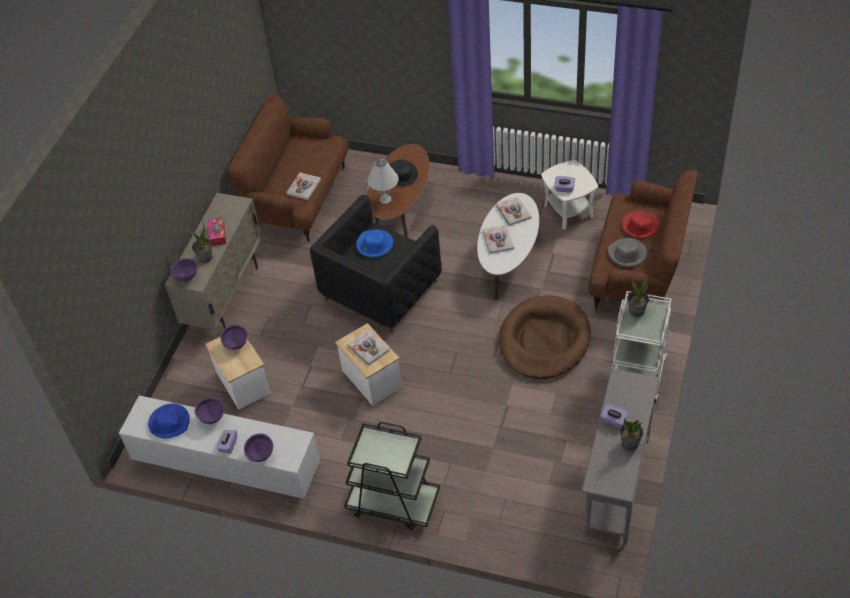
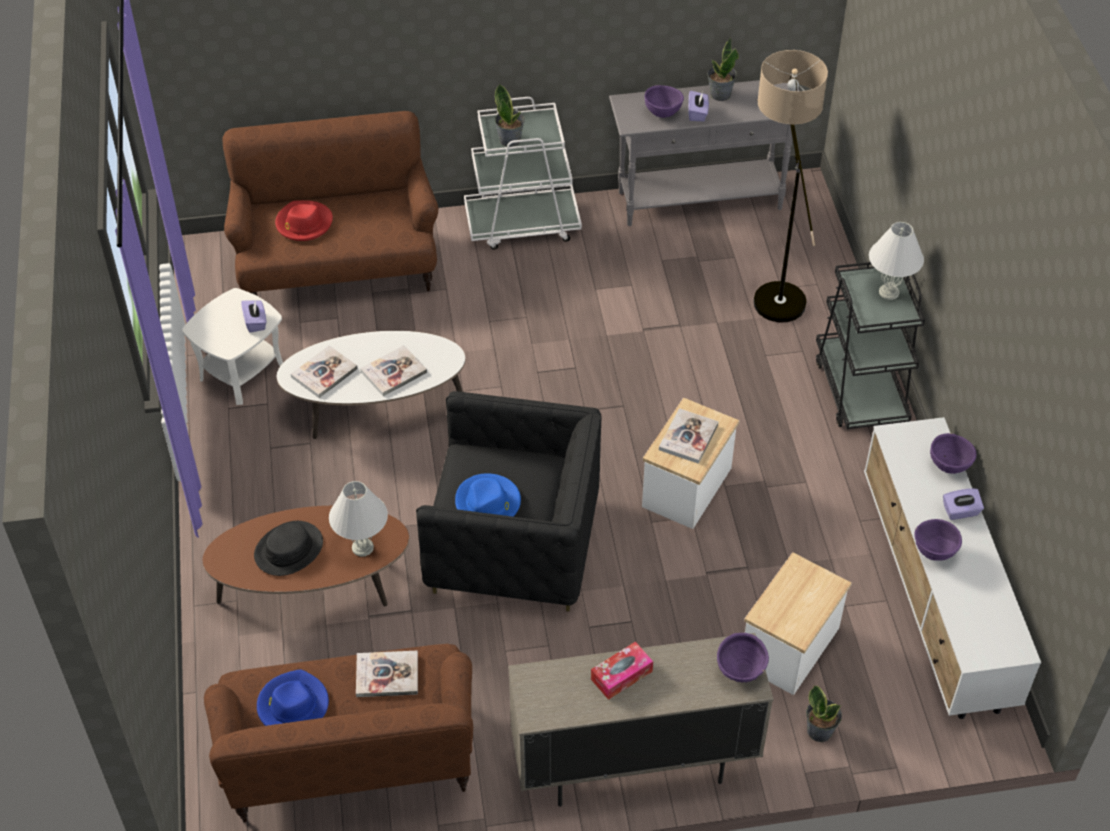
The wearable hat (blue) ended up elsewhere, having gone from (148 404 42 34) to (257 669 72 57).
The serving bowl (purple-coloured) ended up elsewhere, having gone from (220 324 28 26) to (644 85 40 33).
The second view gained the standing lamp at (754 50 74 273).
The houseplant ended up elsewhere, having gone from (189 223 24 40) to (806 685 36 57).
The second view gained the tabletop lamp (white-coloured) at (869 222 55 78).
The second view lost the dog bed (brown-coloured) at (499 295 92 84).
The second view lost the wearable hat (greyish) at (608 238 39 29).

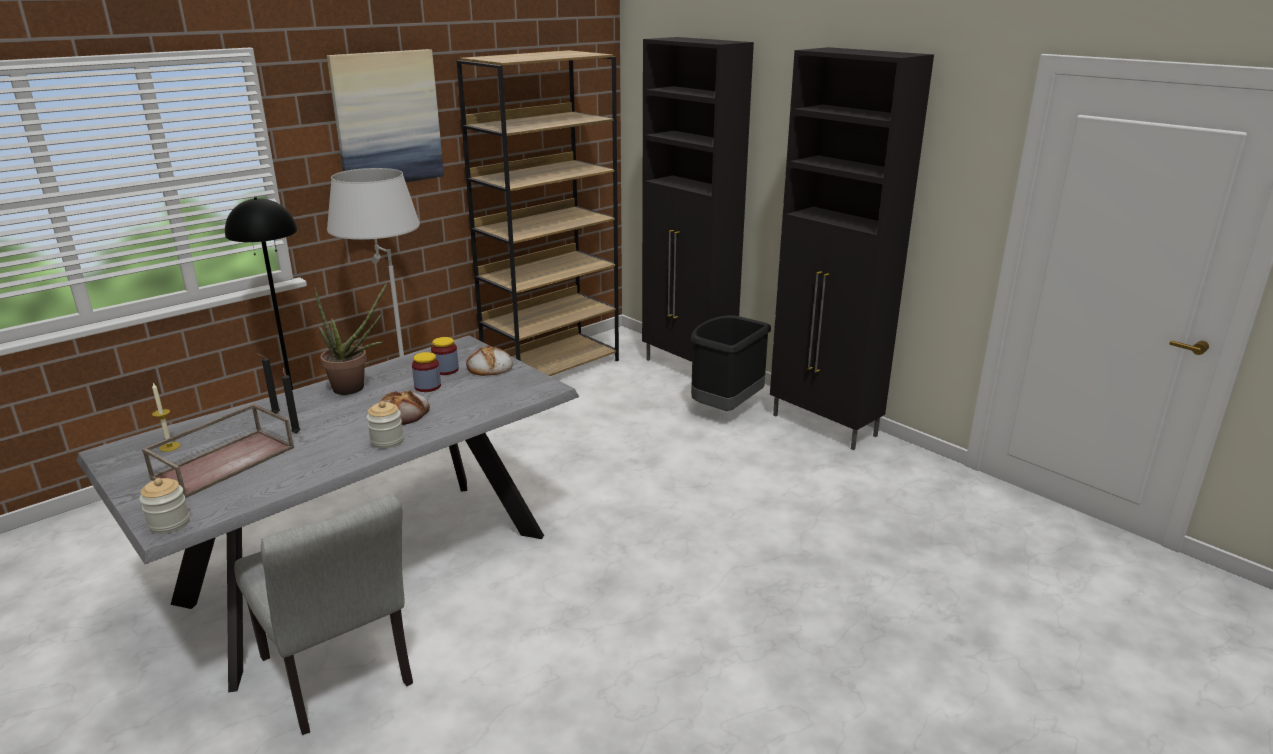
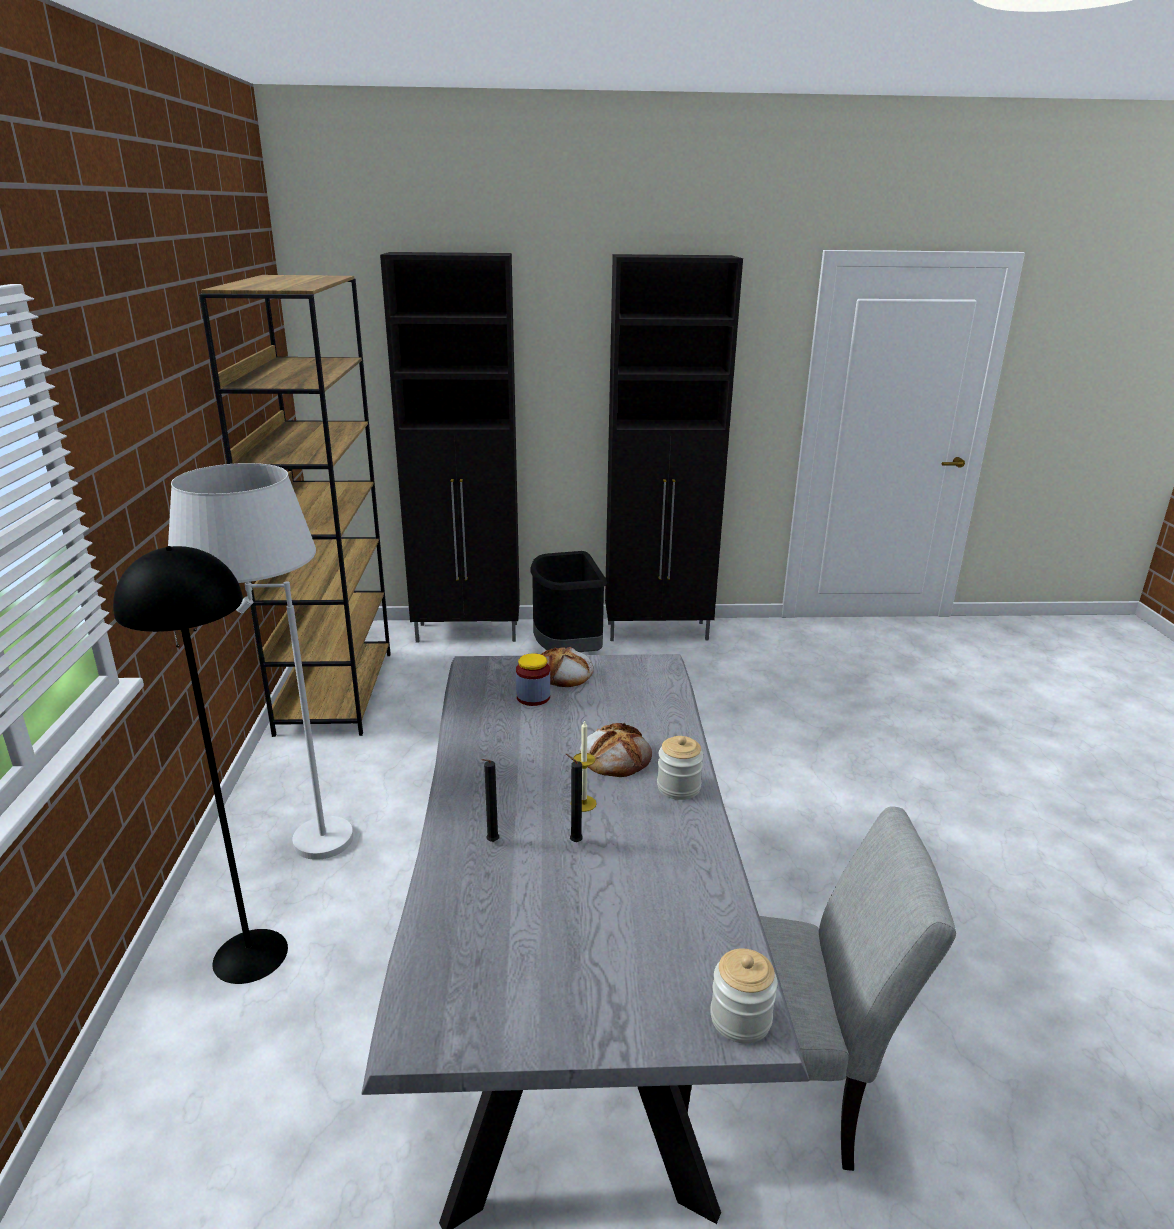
The wax candle ended up elsewhere, having gone from (152 383 29 69) to (573 720 24 92).
The second view lost the carrying tray (brown-coloured) at (142 404 152 94).
The second view lost the houseplant at (314 282 74 113).
The second view lost the wall picture at (327 49 117 133).
The second view lost the jar at (412 352 29 40).

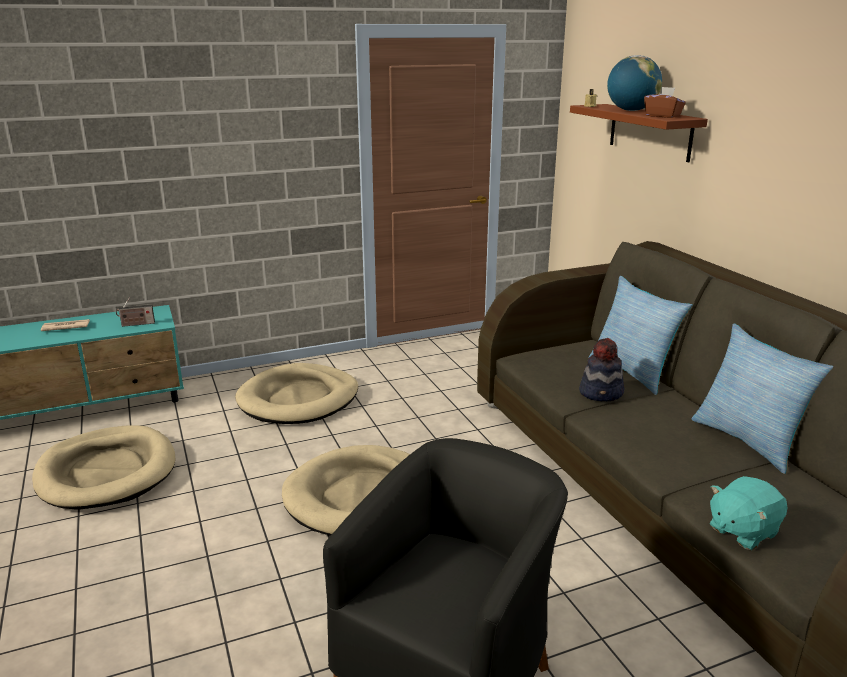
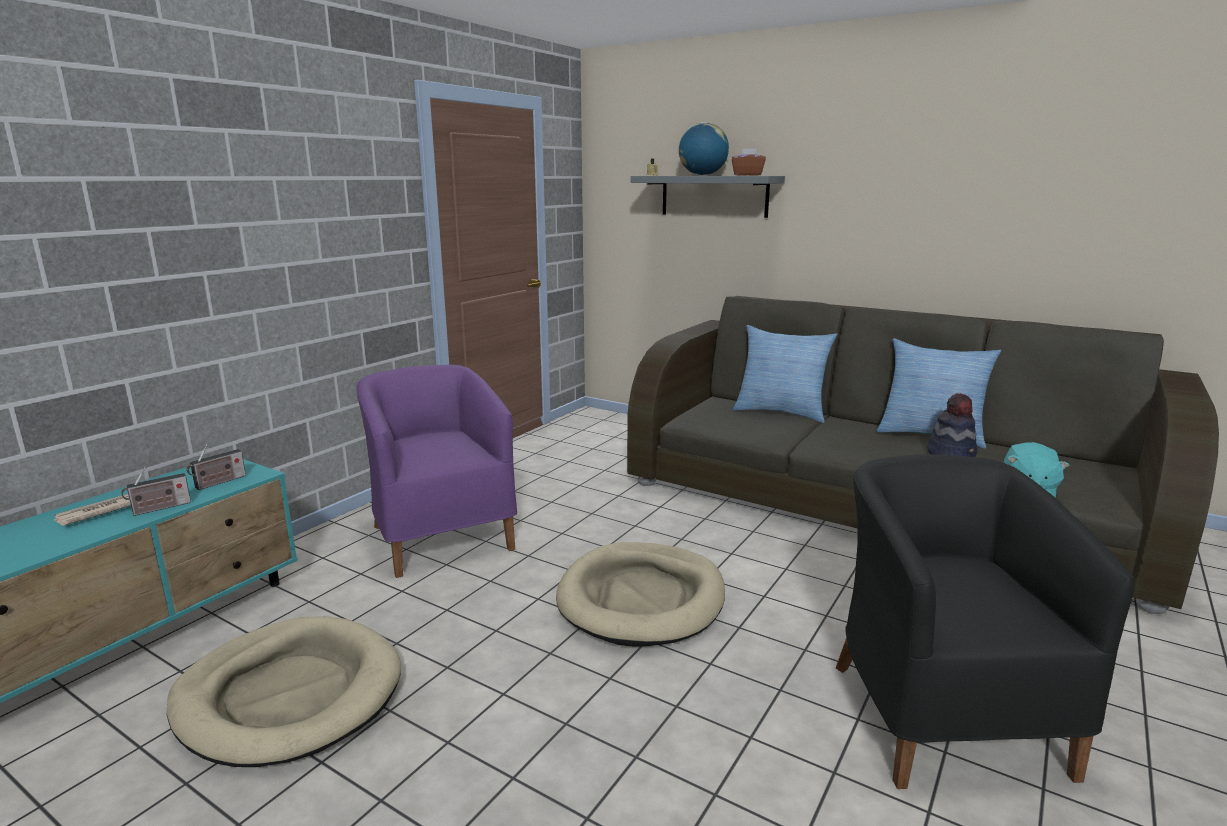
The second view gained the radio receiver at (121 467 70 49).
Where the dog bed (beige-coloured) stood at (235 363 123 61), the easy chair (purple-coloured) came to stand at (356 365 161 213).
What was the bracket shelf (brown-coloured) at (570 104 138 58) turned into the bracket shelf (greyish) at (631 176 154 42).
The wearable hat ended up elsewhere, having gone from (579 338 45 63) to (927 393 51 64).

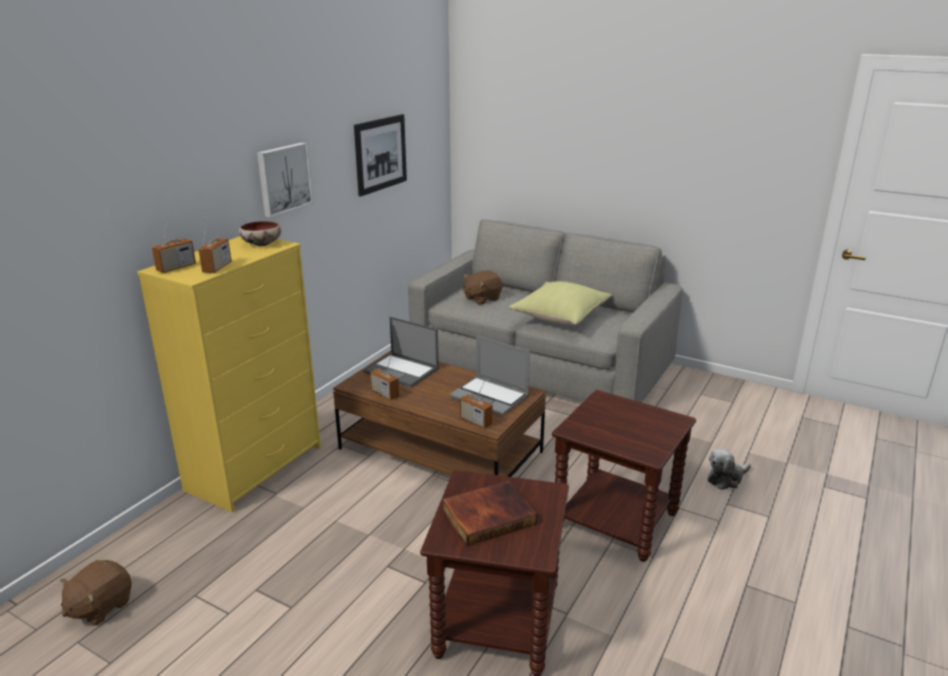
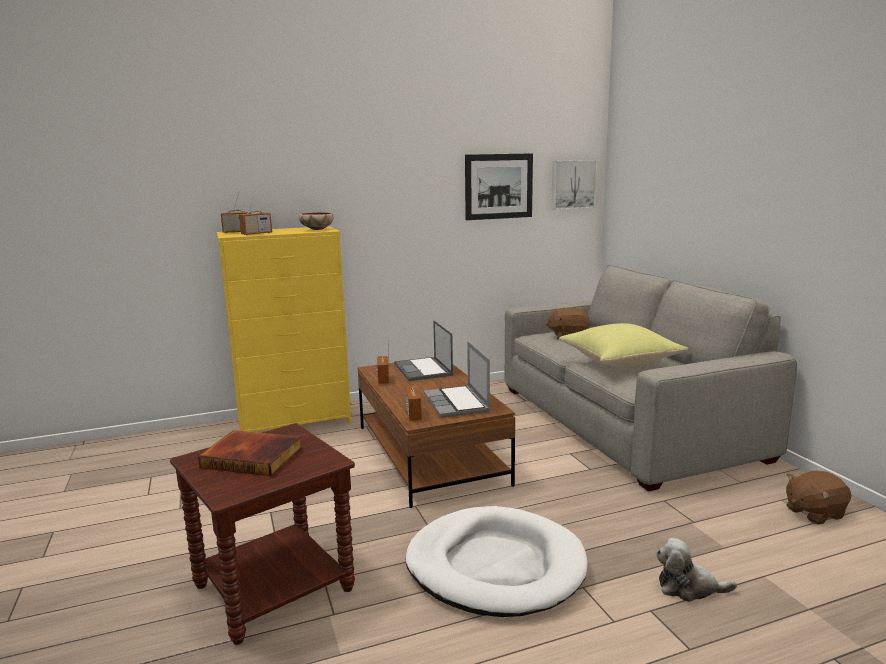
Where the end table (brown-coloured) stood at (552 390 144 172), the dog bed (white-coloured) came to stand at (405 506 183 111).
The wall picture ended up elsewhere, having gone from (257 142 56 75) to (552 160 45 50).
The soft toy (brown-coloured) ended up elsewhere, having gone from (60 560 72 66) to (786 471 65 54).

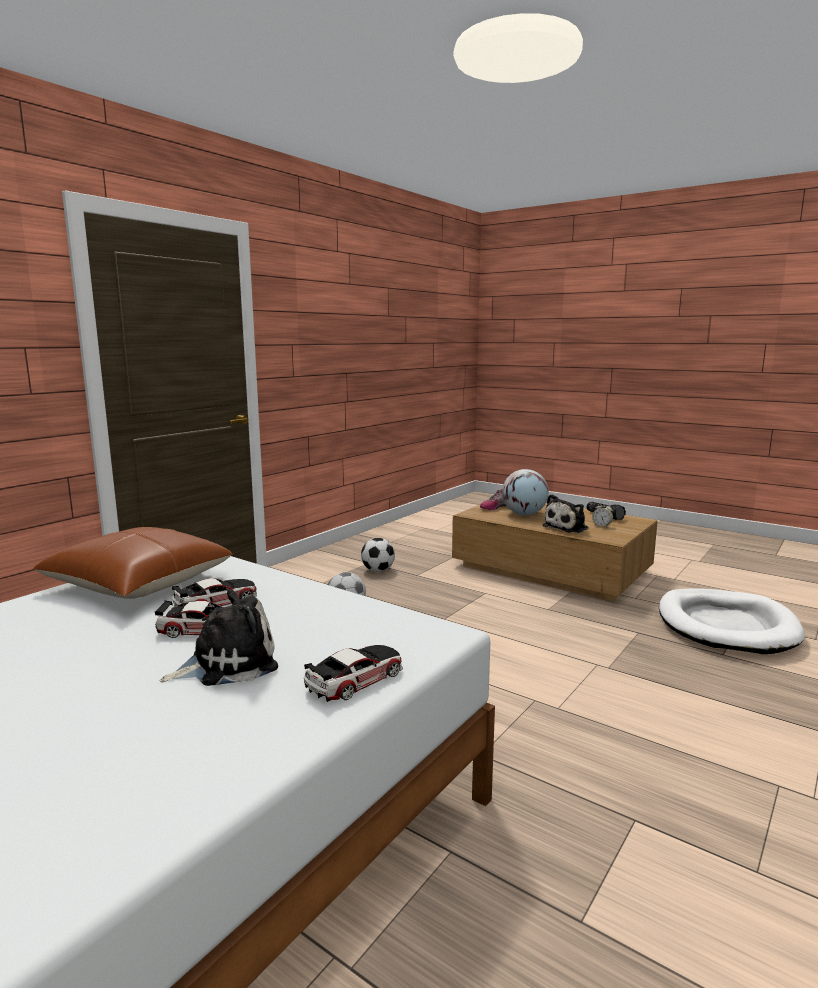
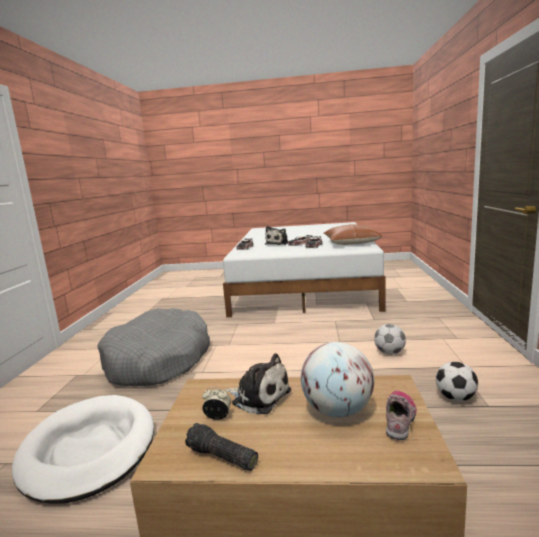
The second view gained the dog bed (greyish) at (98 308 112 78).
The soft toy at (542 494 47 39) ended up facing another way, 105 degrees clockwise from before.

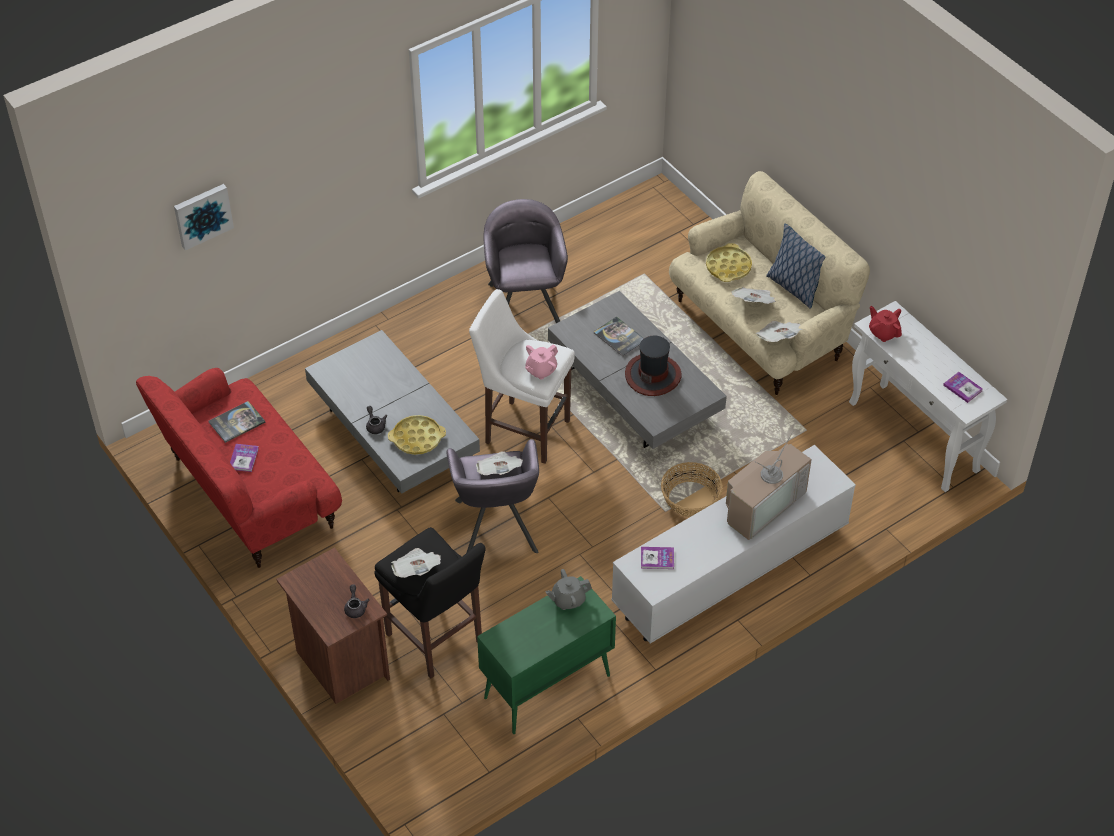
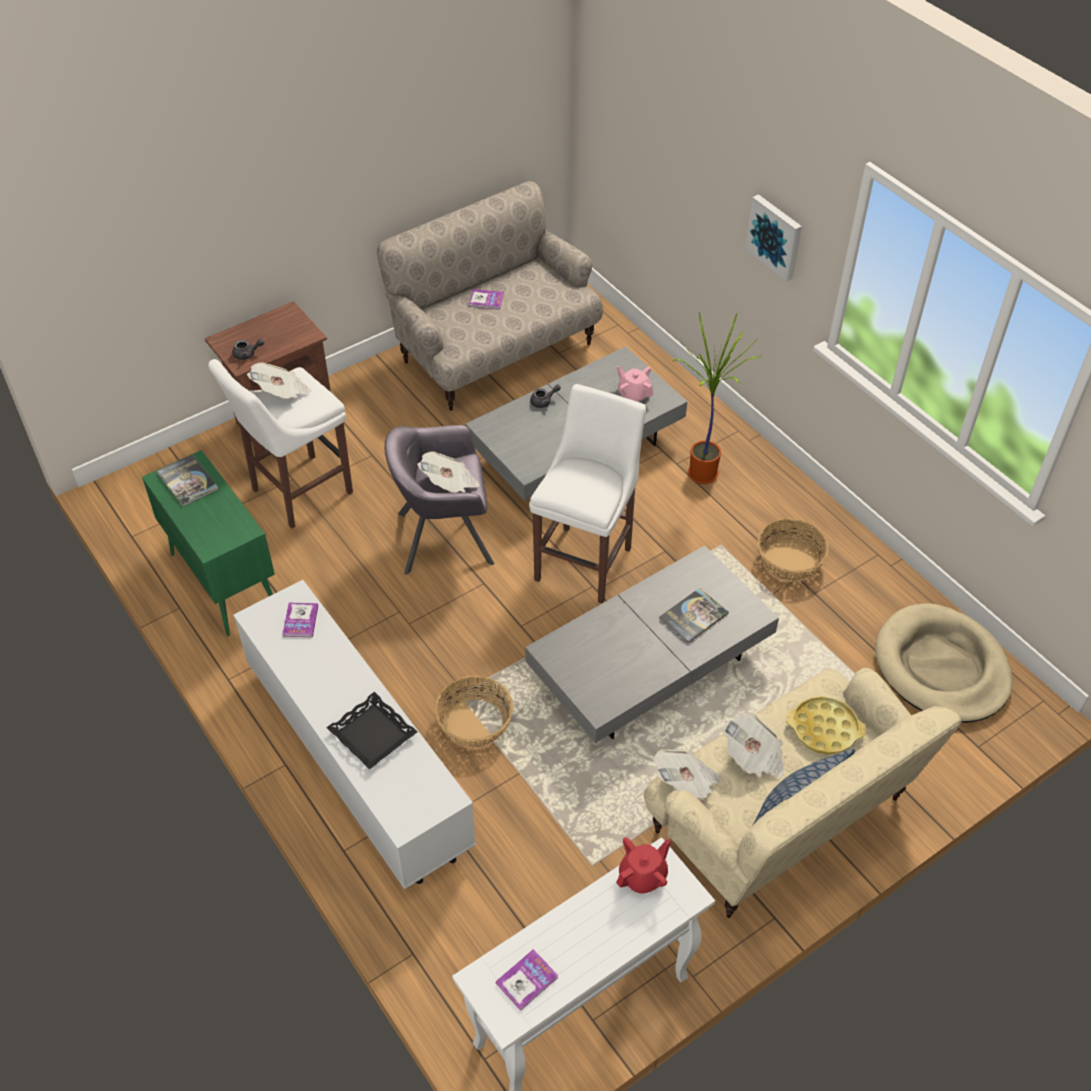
The bound book ended up elsewhere, having gone from (209 401 57 42) to (156 454 63 53).
What was the stool (blackish) at (374 527 112 152) turned into the stool (white-coloured) at (208 359 145 170).
Where the TV stood at (726 430 86 110), the carrying tray (blackish) came to stand at (326 692 91 78).
What was the couch (reddish) at (136 368 206 200) turned into the couch (beige-coloured) at (377 181 226 230).
The teapot (pinkish) ended up elsewhere, having gone from (525 344 33 36) to (617 366 37 36).
The second view gained the houseplant at (672 312 88 172).
The wall picture ended up elsewhere, having gone from (174 184 60 67) to (745 194 57 87).
Where the easy chair (greyish) stood at (484 199 84 124), the basket came to stand at (757 518 72 63).
The second view gained the dog bed (beige-coloured) at (875 603 138 120).
The second view lost the carrying tray (yellow-coloured) at (388 415 58 40).
The second view lost the teapot (greyish) at (545 569 47 41).
The second view lost the wearable hat at (625 336 57 60).

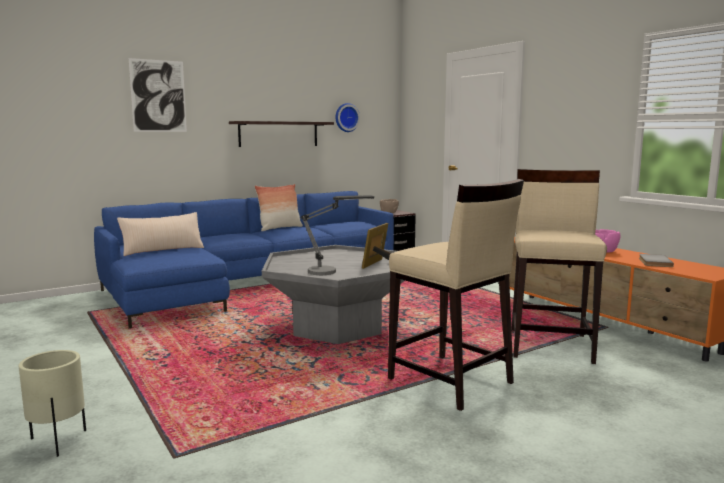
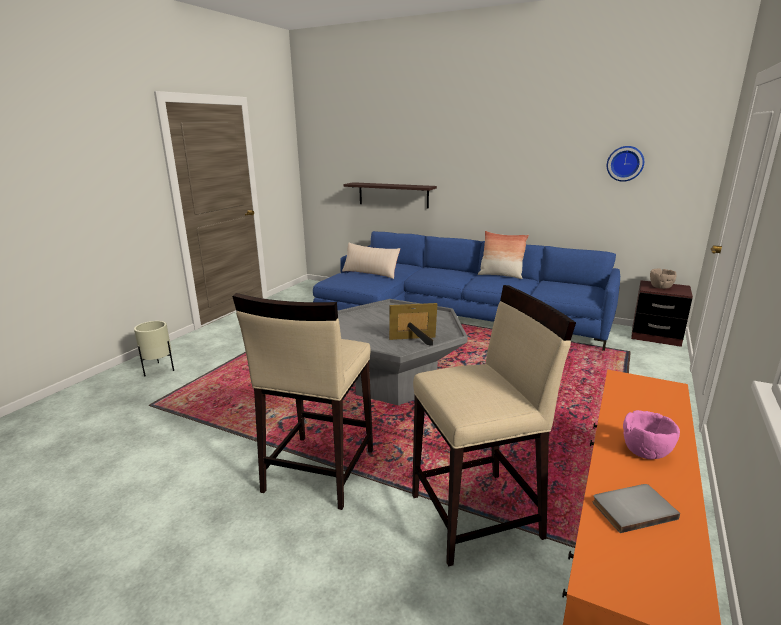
The bracket shelf ended up elsewhere, having gone from (229 121 105 26) to (343 182 94 27).
The second view lost the wall picture at (128 58 59 74).
The second view lost the tabletop lamp at (301 195 73 80).

